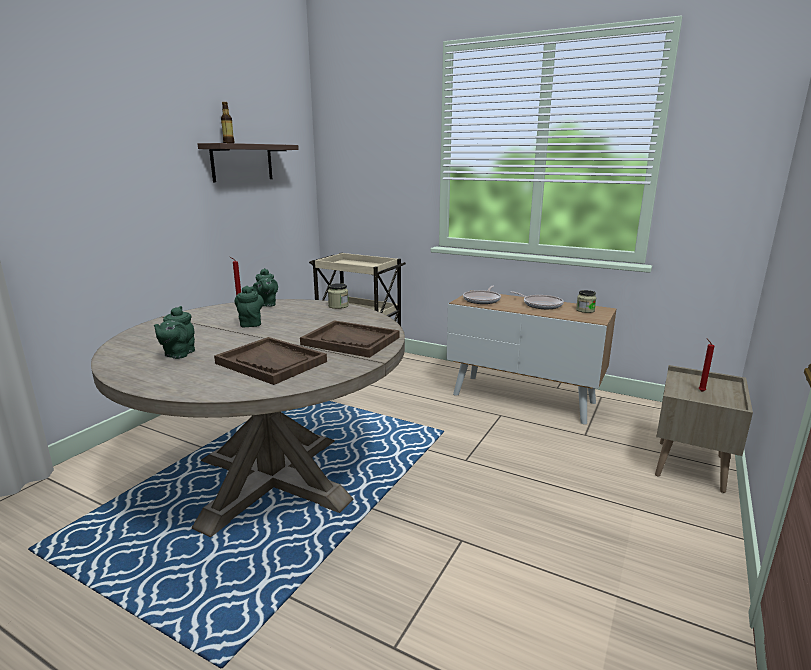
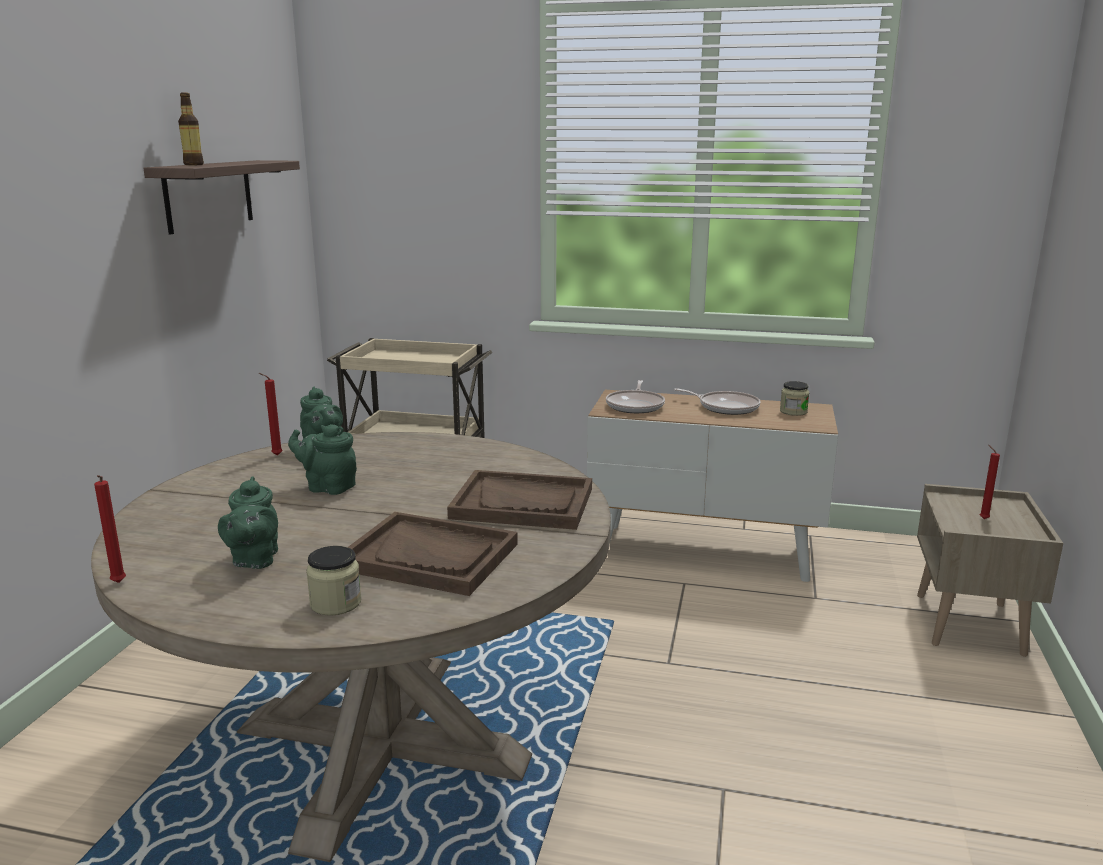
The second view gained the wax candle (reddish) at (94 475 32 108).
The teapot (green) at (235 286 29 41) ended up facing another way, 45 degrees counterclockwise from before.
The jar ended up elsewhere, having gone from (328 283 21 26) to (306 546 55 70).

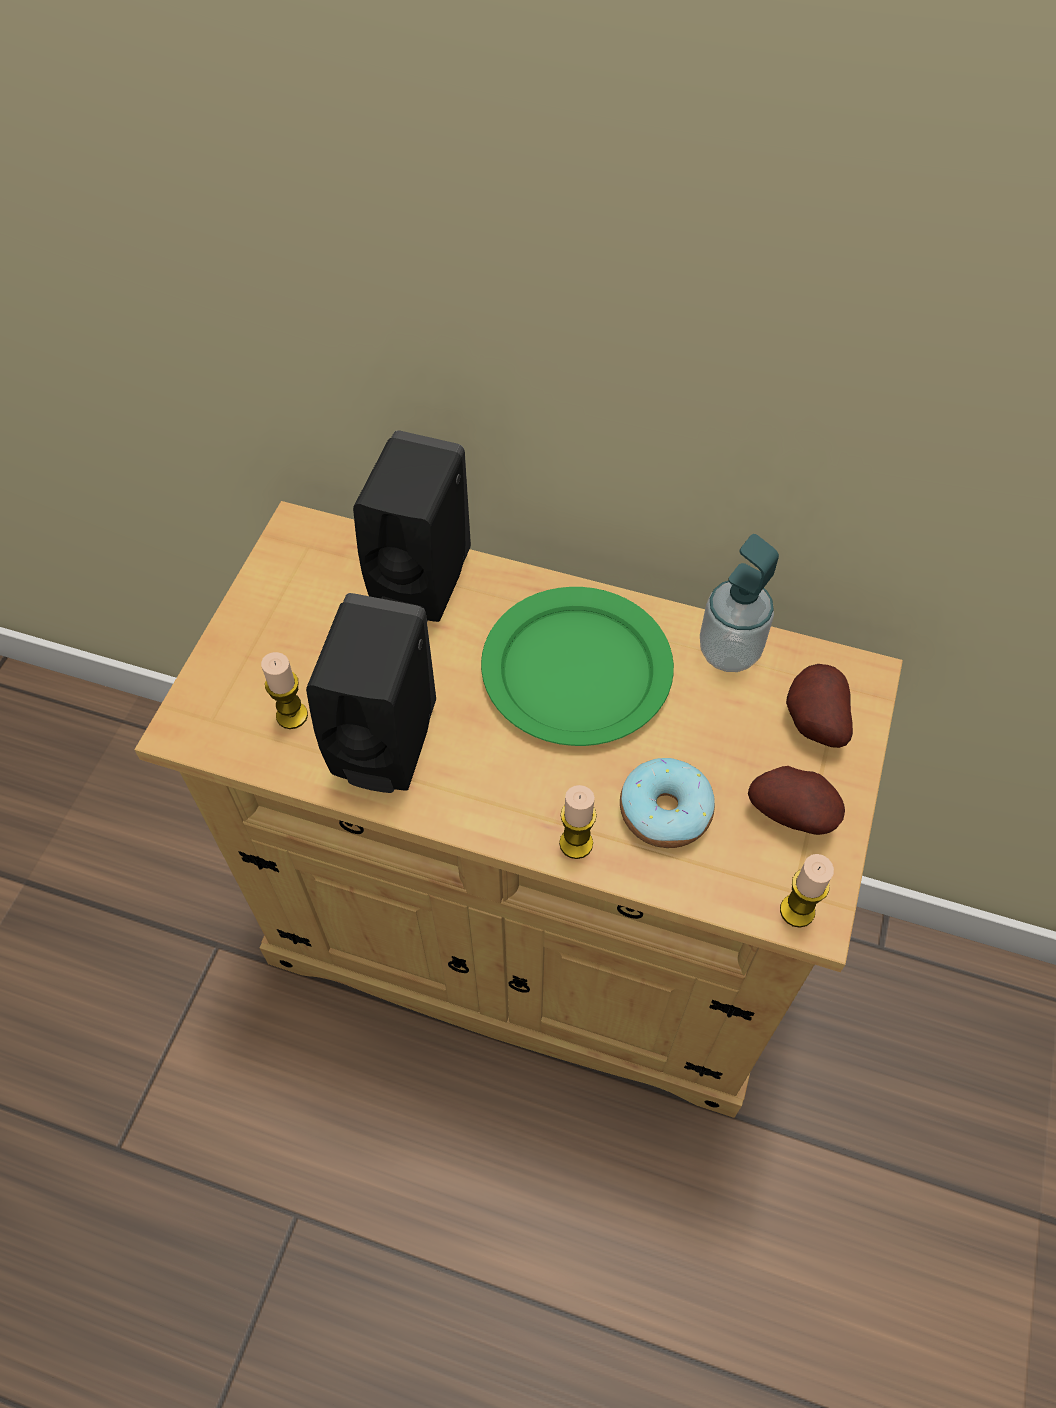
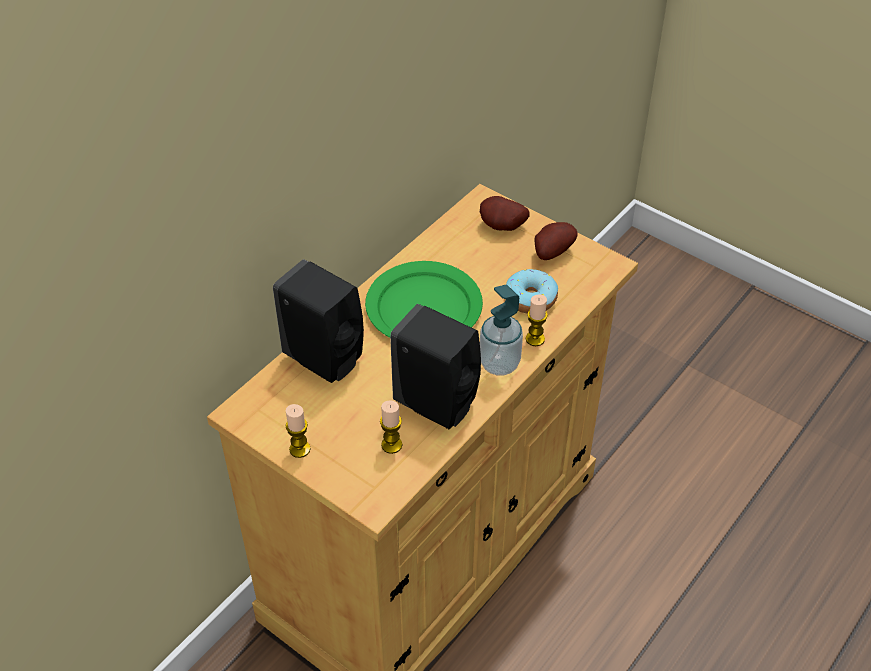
The wax candle ended up elsewhere, having gone from (780 854 54 74) to (286 404 25 54).
The soap bottle ended up elsewhere, having gone from (700 534 79 138) to (480 285 43 90).

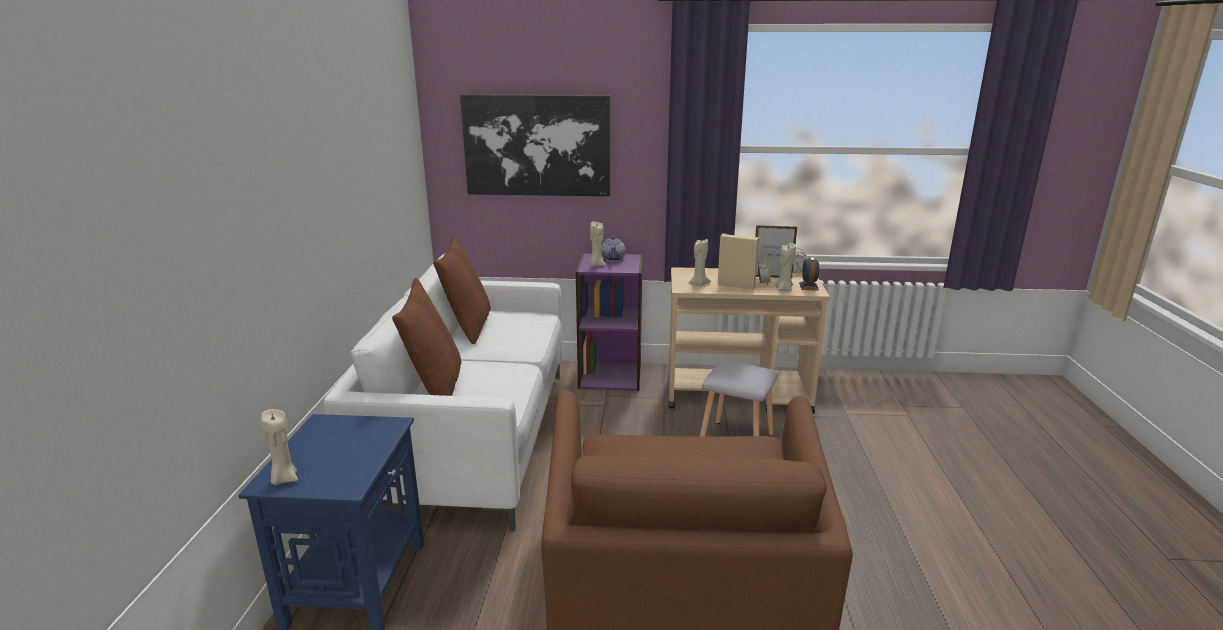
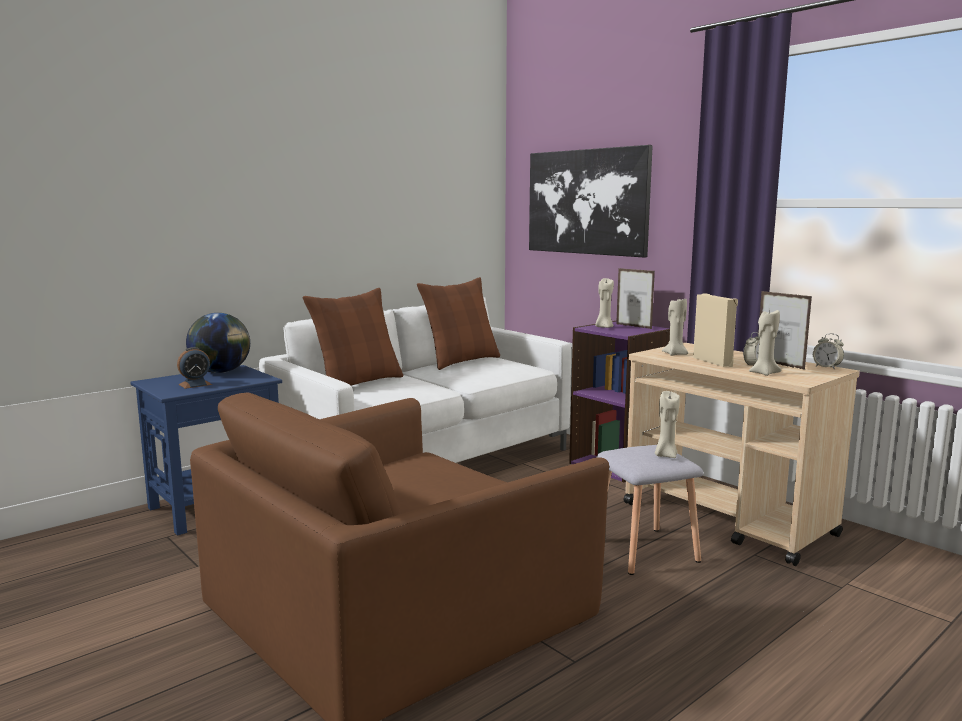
The table clock ended up elsewhere, having gone from (799 257 20 34) to (177 347 35 42).
The second view gained the world globe at (186 313 64 60).
Where the teapot stood at (602 236 23 25), the standing frame came to stand at (616 268 39 61).
The wax candle (beige-coloured) ended up elsewhere, having gone from (261 409 37 76) to (655 391 25 67).

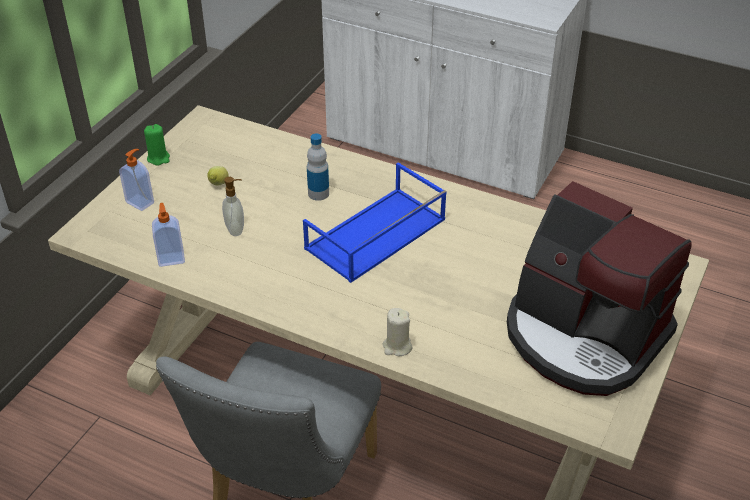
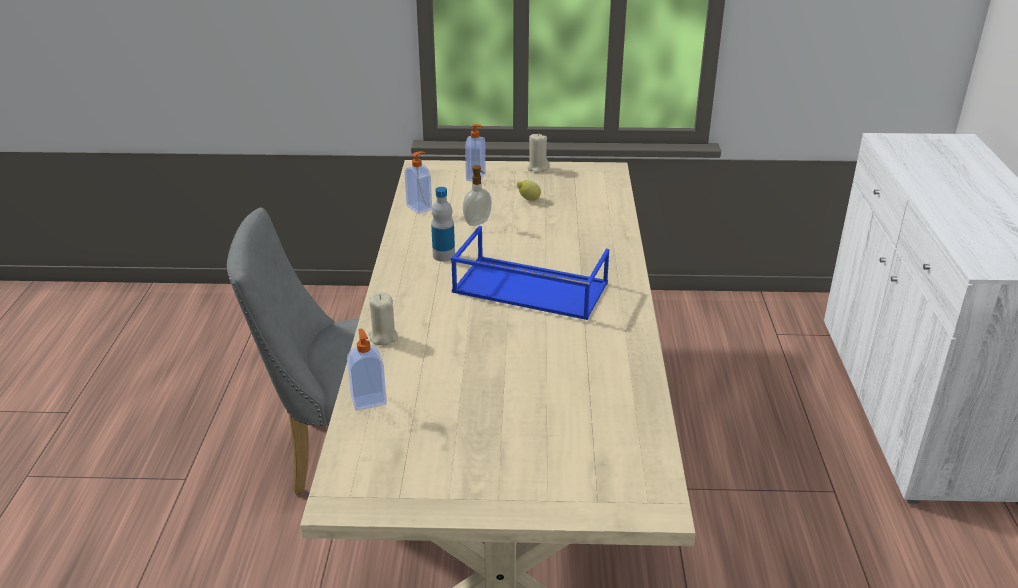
The second view gained the soap bottle at (347 329 40 82).
The beverage bottle ended up elsewhere, having gone from (307 134 22 67) to (431 187 24 75).
What was the wax candle (green) at (144 124 26 42) turned into the wax candle (beige-coloured) at (527 133 22 40).
The second view lost the coffee brewer at (507 181 185 215).

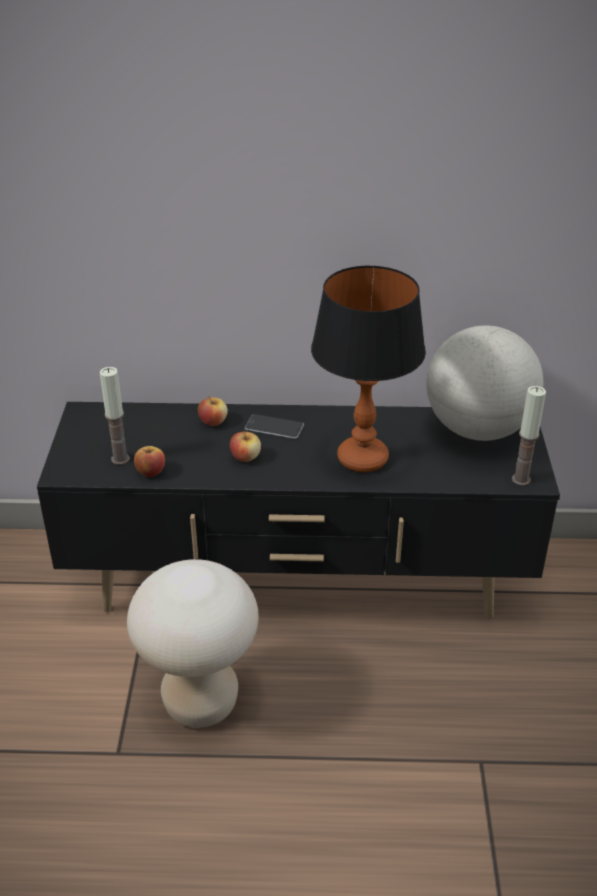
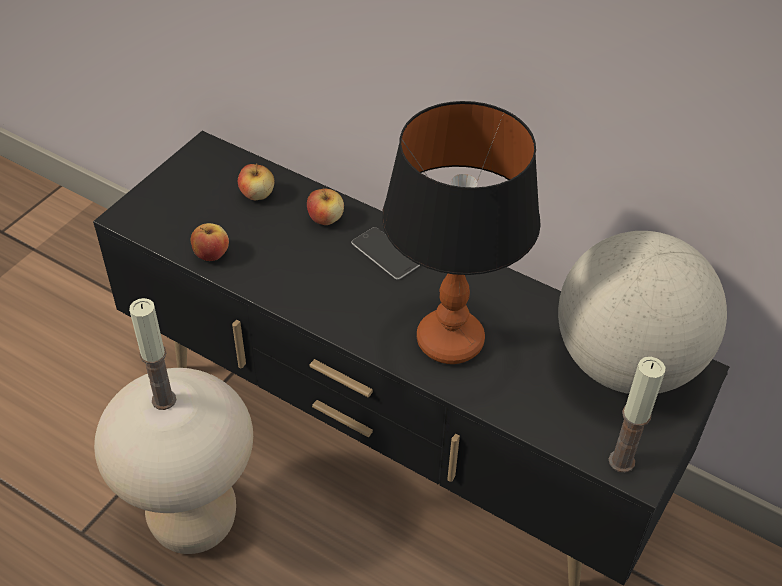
The wax candle ended up elsewhere, having gone from (100 367 30 98) to (129 298 47 112).
The apple fruit ended up elsewhere, having gone from (230 430 31 32) to (238 164 37 36).

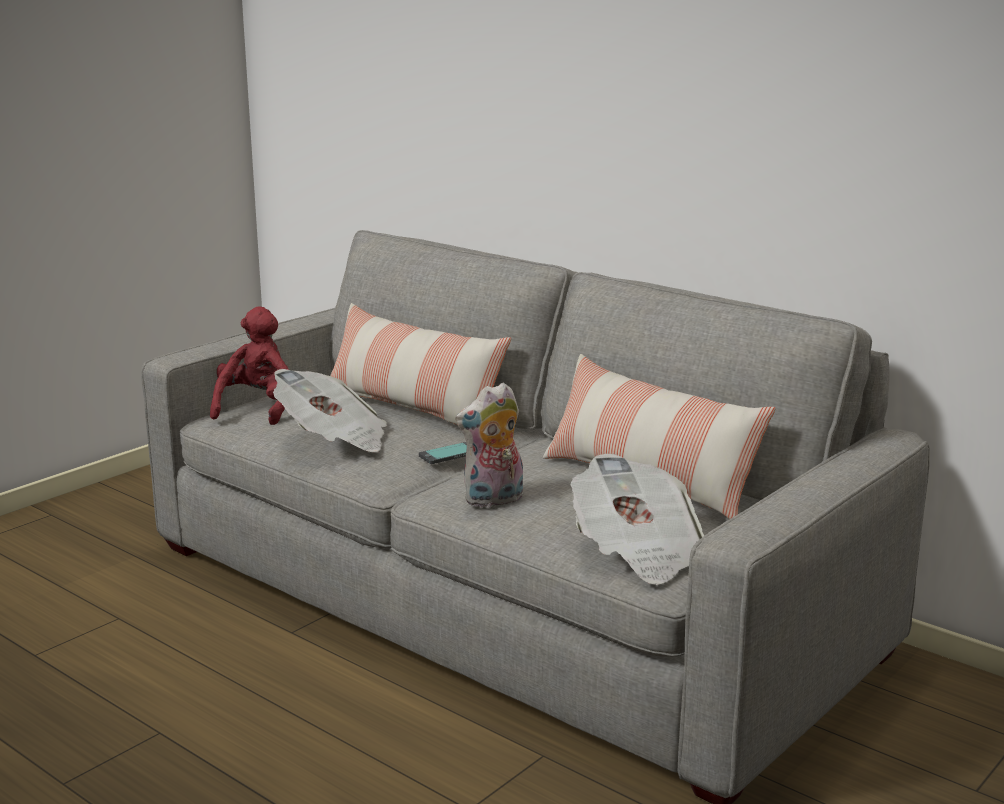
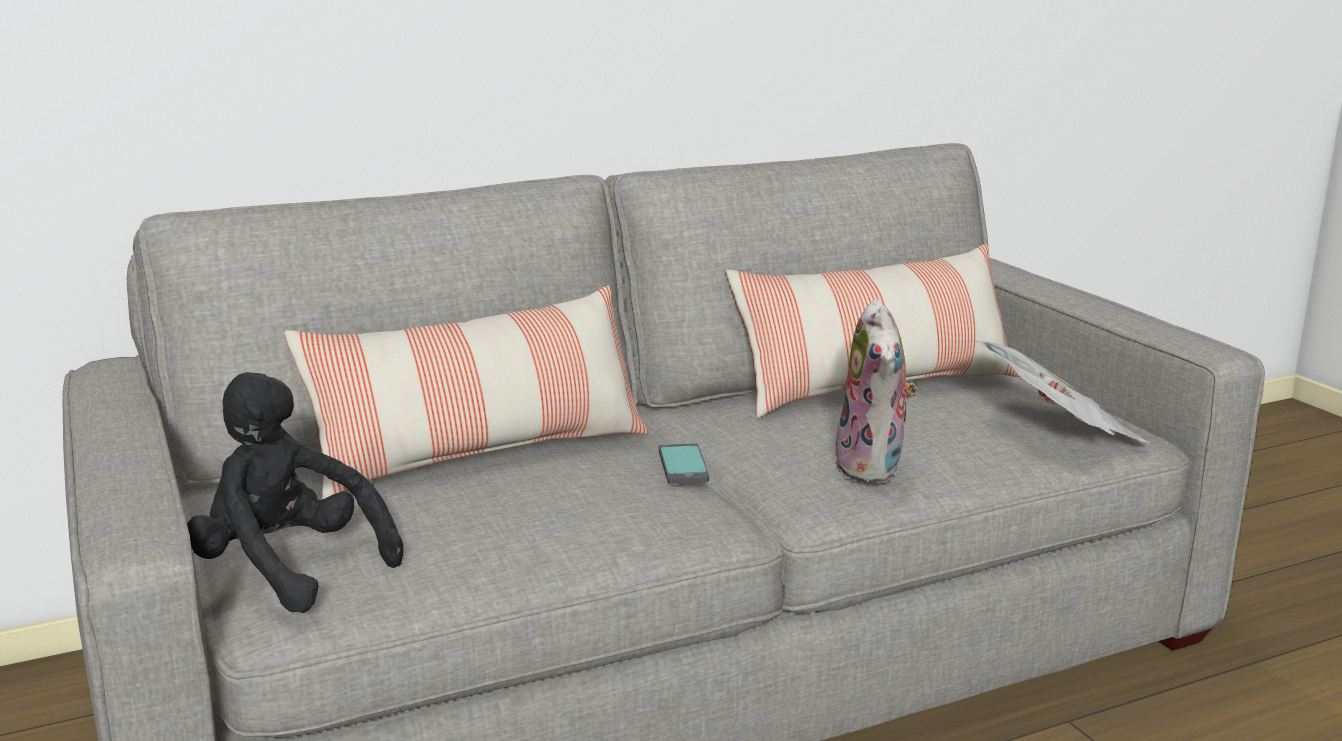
What was the soft toy (reddish) at (210 306 79 119) turned into the soft toy (blackish) at (187 372 217 241).
The second view lost the daily paper at (273 369 114 83).

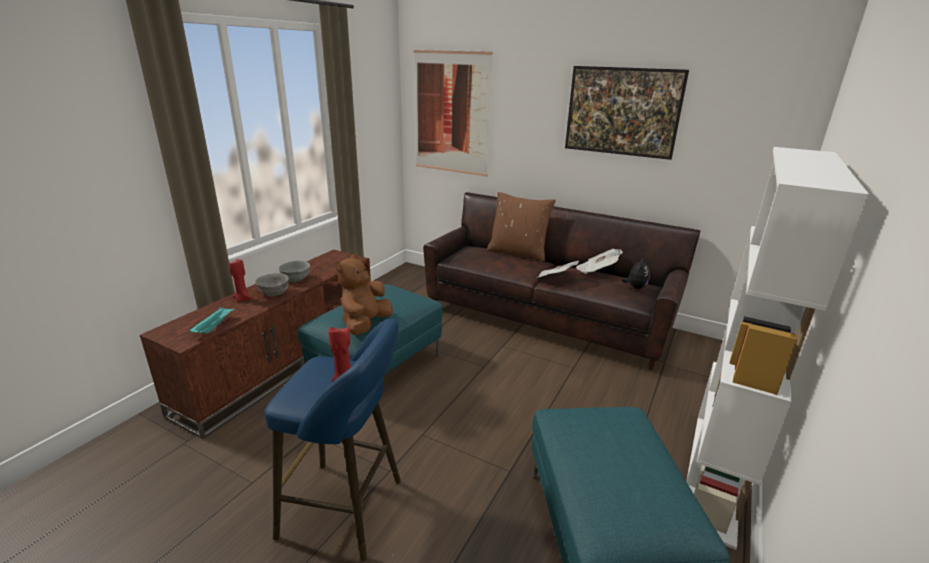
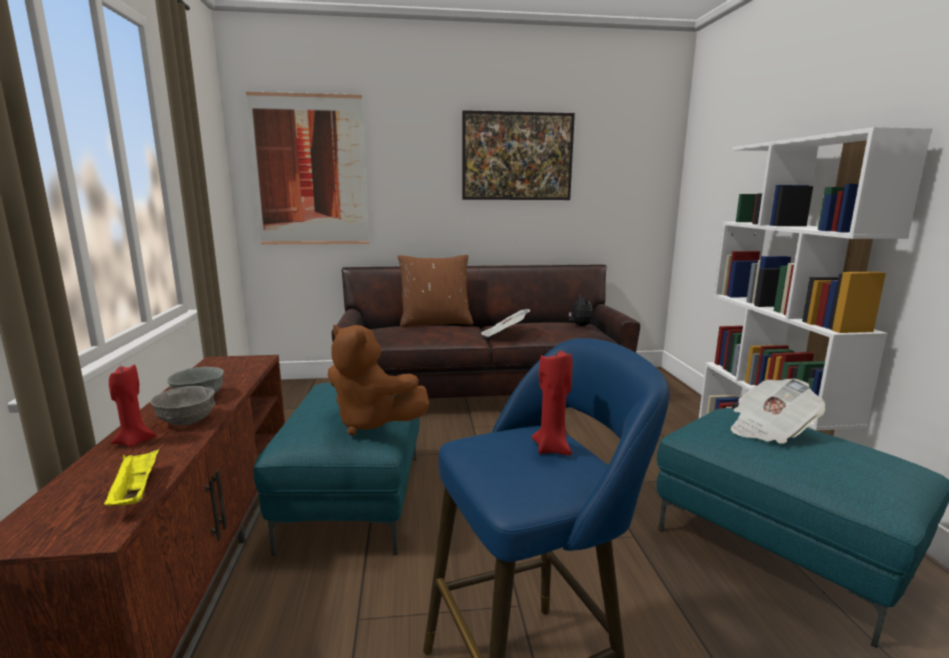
What was the carrying tray (blue-green) at (189 307 45 26) turned into the carrying tray (yellow-coloured) at (104 449 55 57).
The soft toy (brown-coloured) at (336 254 57 81) ended up facing another way, 45 degrees counterclockwise from before.
The daily paper ended up elsewhere, having gone from (576 249 47 25) to (730 379 96 65).

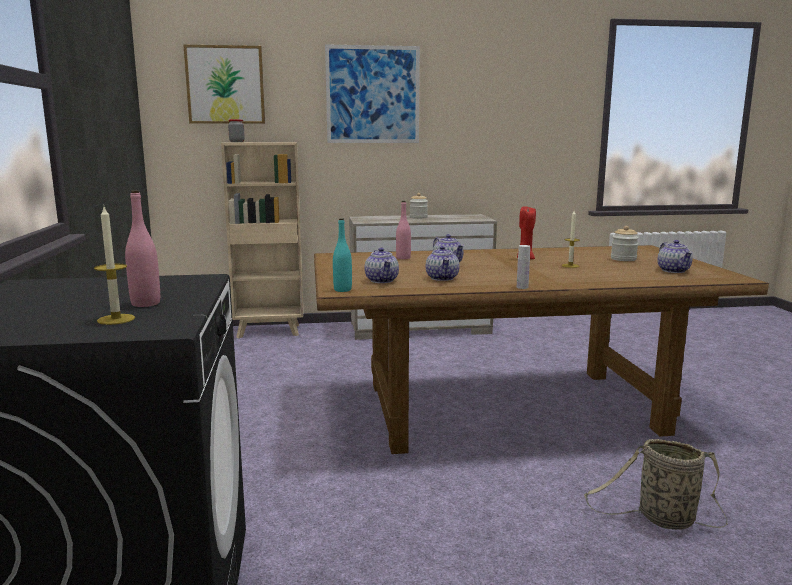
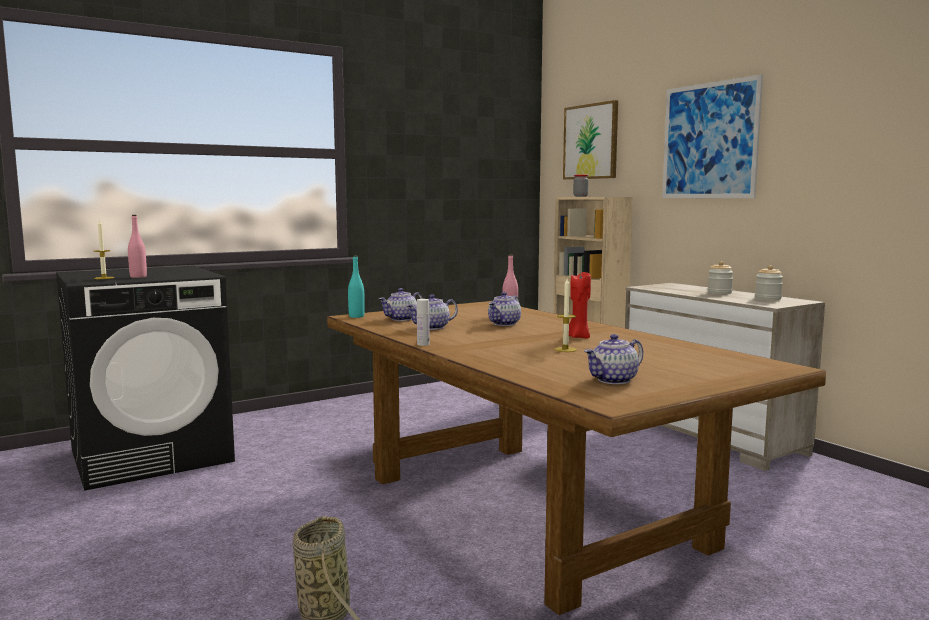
The jar ended up elsewhere, having gone from (611 226 28 35) to (755 265 28 35).

